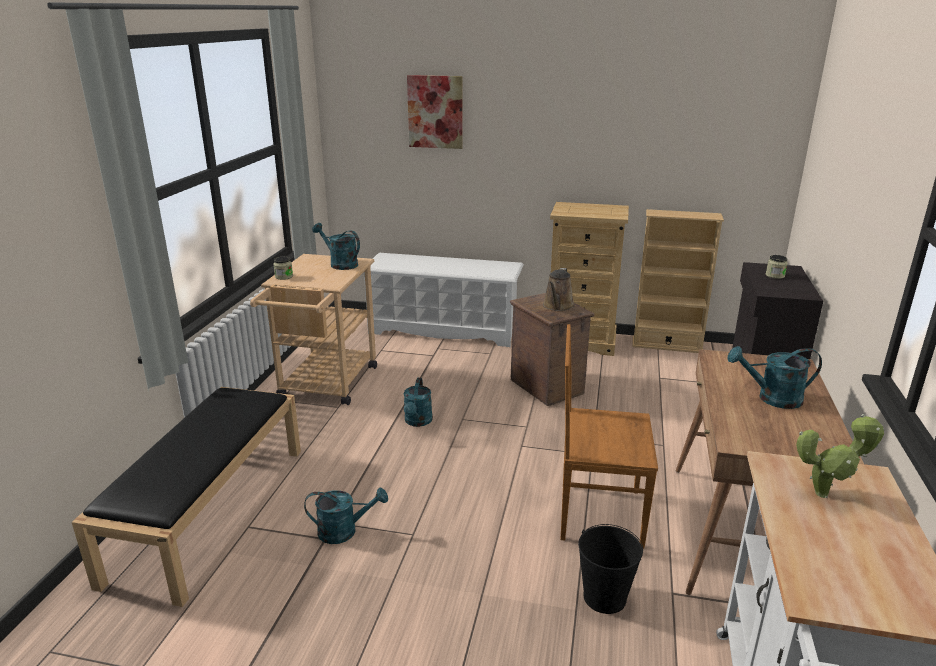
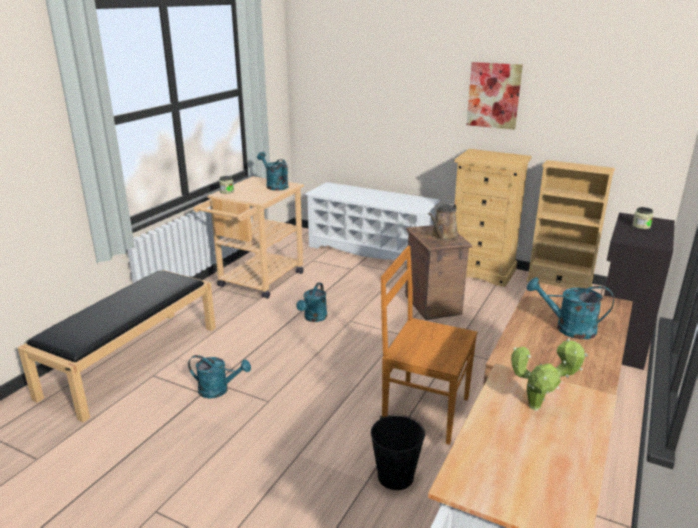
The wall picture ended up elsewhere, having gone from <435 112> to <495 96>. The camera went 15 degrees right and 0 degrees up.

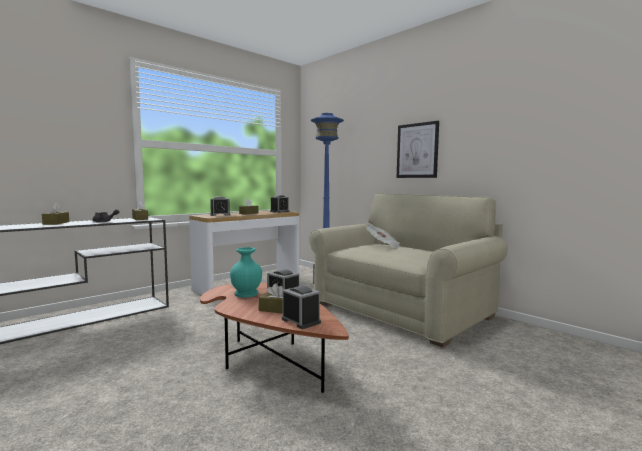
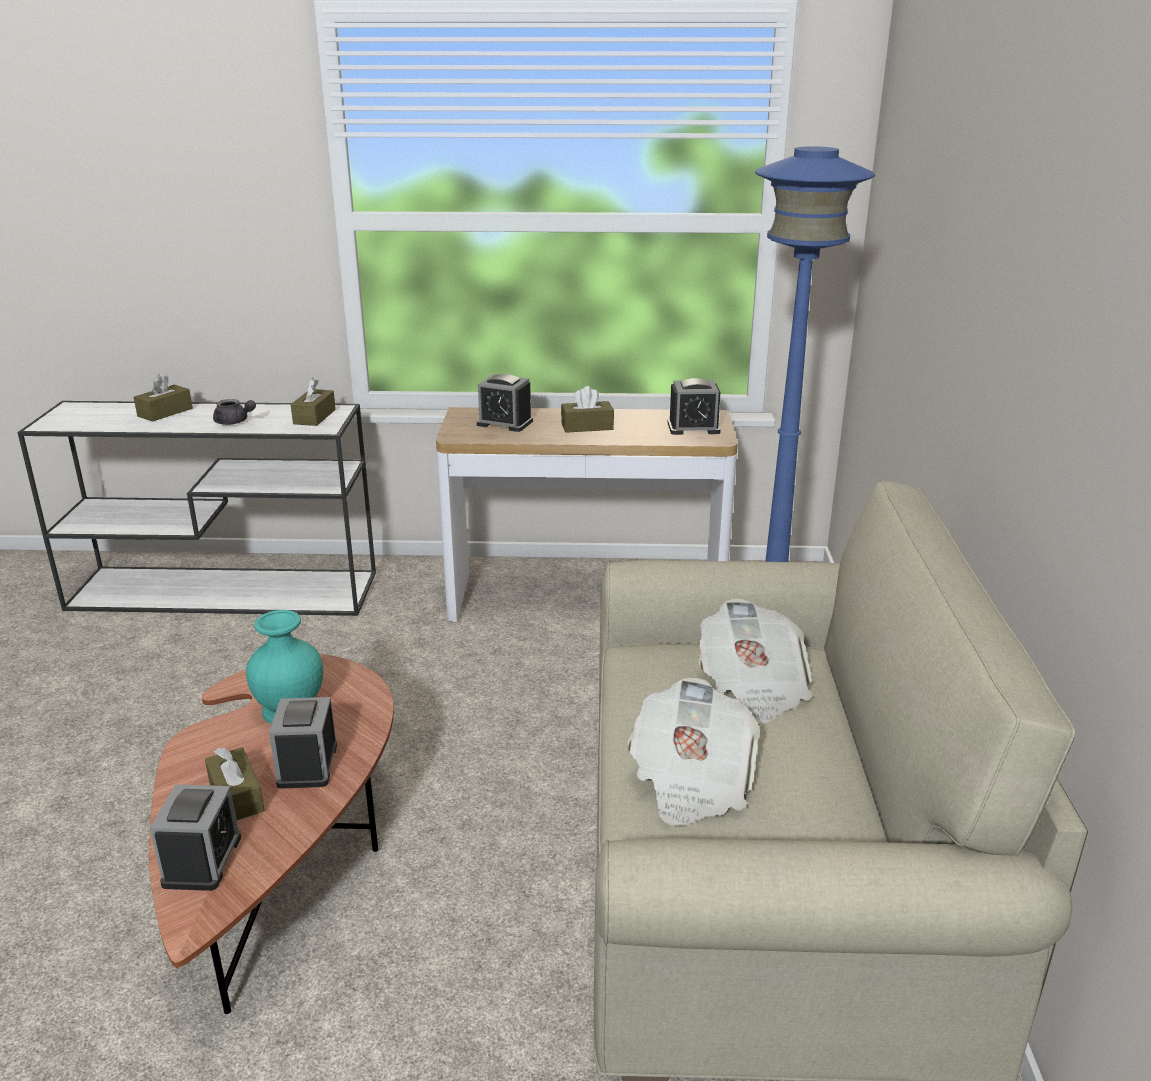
The second view lost the wall picture at <418 149>. The second view gained the printed paper at <694 752>. The camera went 45 degrees right and 20 degrees up.

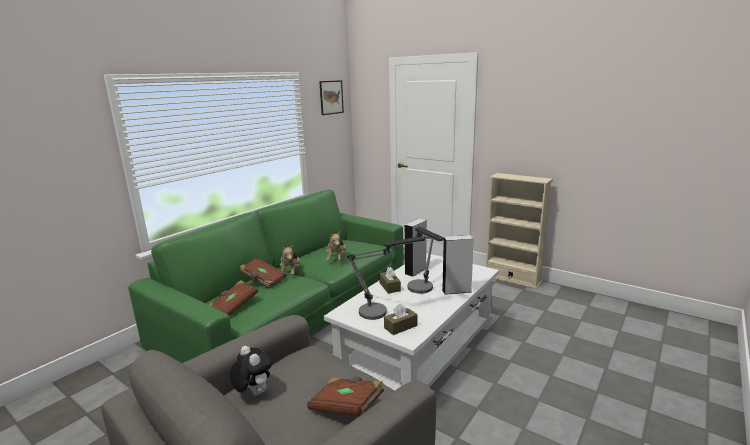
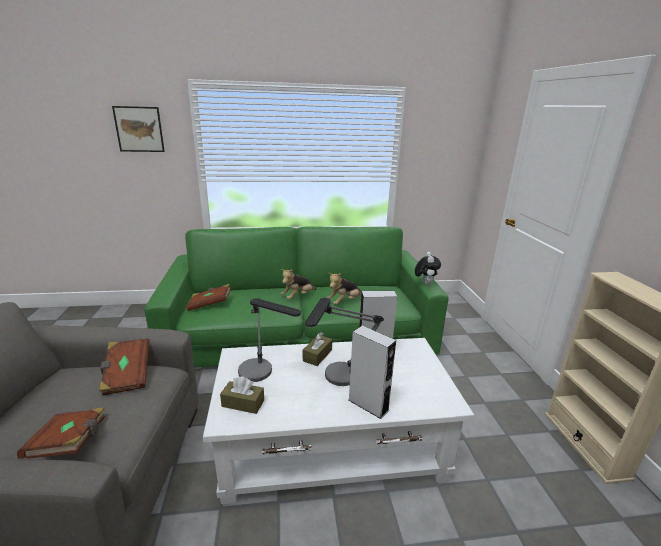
The plush toy ended up elsewhere, having gone from <251 371> to <428 268>. The brown-coloured bound book ended up elsewhere, having gone from <262 273> to <124 366>. The wall picture ended up elsewhere, having gone from <331 97> to <138 129>. The camera went 45 degrees right and 5 degrees up.

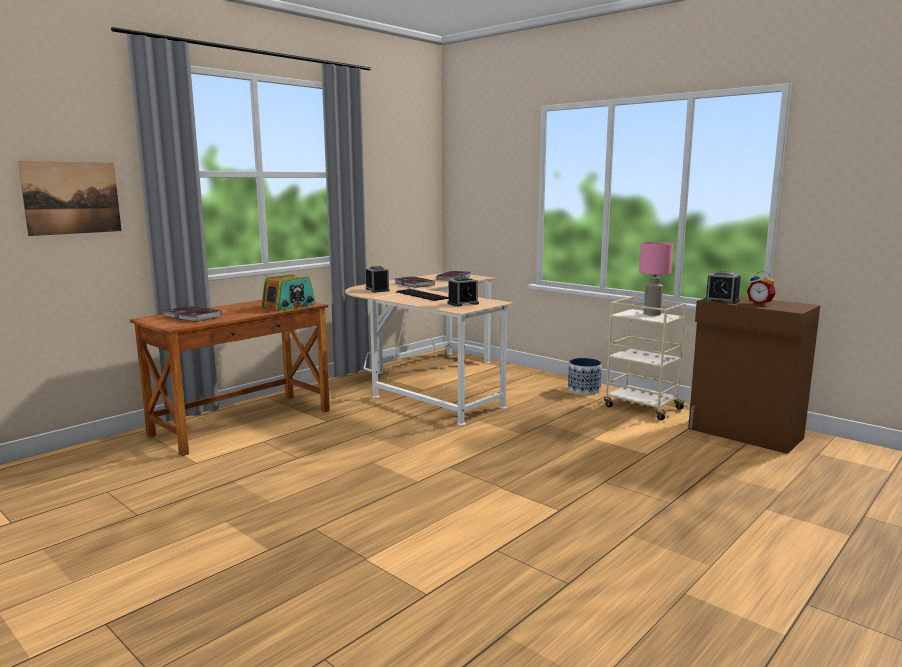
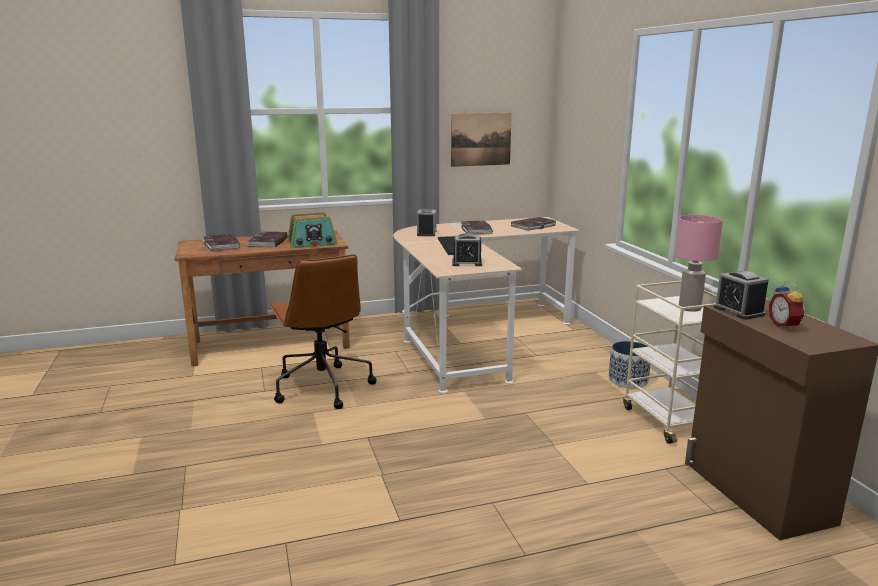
The wall picture ended up elsewhere, having gone from <69 198> to <481 140>. The second view gained the bound book at <268 239>. The second view gained the brown-coloured desk chair at <323 331>. The camera went 30 degrees right and 5 degrees up.

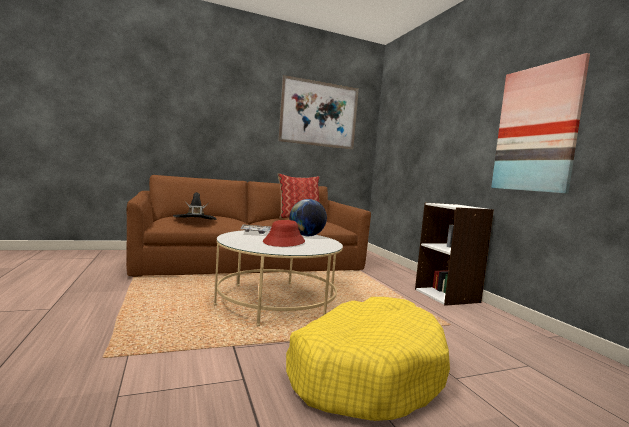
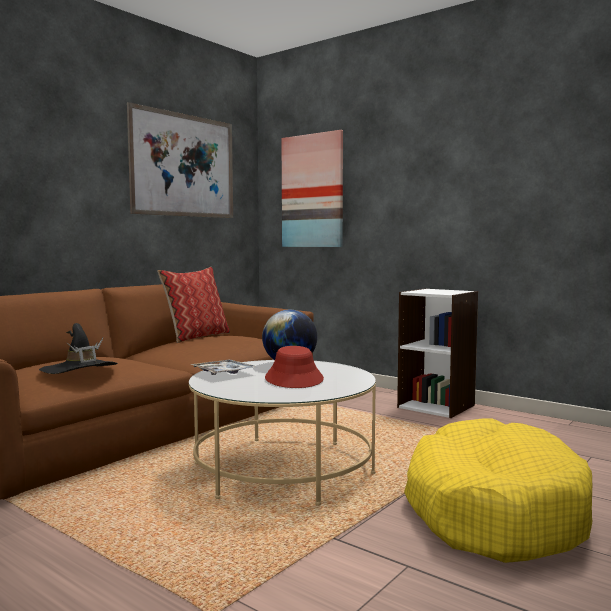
The wall picture ended up elsewhere, having gone from <540 123> to <312 188>. The camera went 30 degrees left and 0 degrees up.

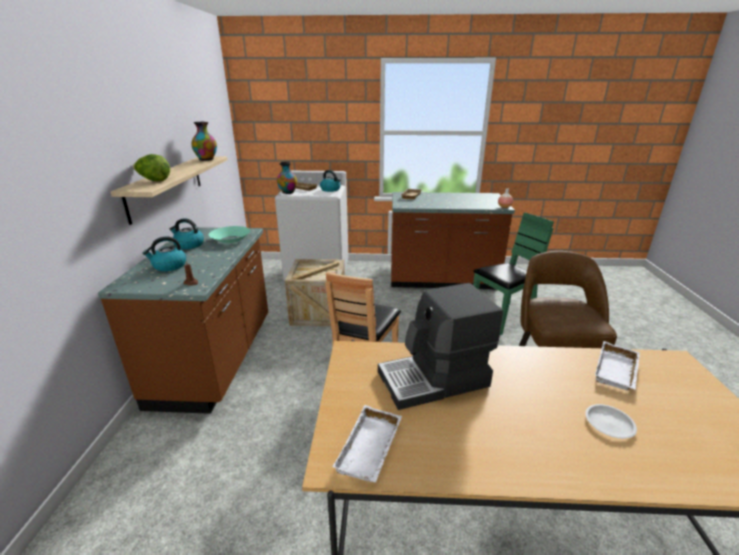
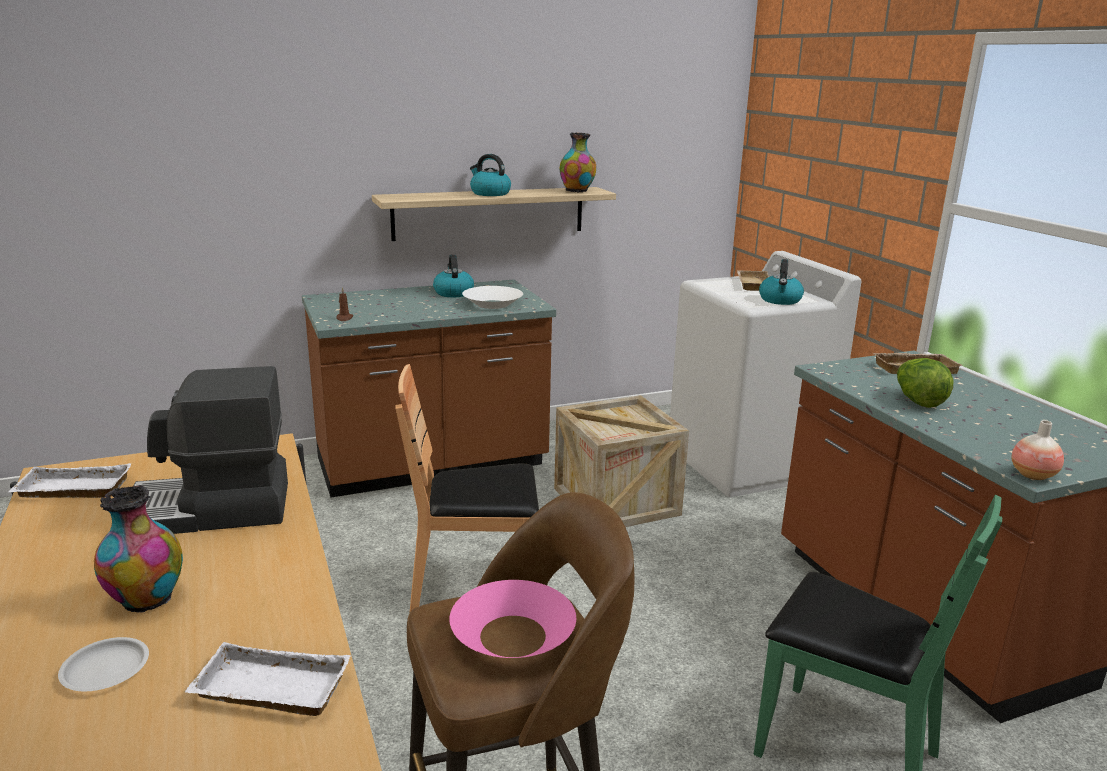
The head of lettuce ended up elsewhere, having gone from <151 167> to <925 383>. The water kettle ended up elsewhere, having gone from <164 253> to <490 175>. What was the blue-green serving bowl at <229 234> turned into the white serving bowl at <492 297>. The decorative vase ended up elsewhere, having gone from <287 177> to <138 549>. The coffee brewer at <440 346> ended up facing another way, 60 degrees counterclockwise from before. The second view gained the pink serving bowl at <512 619>. The camera went 65 degrees right and 5 degrees down.

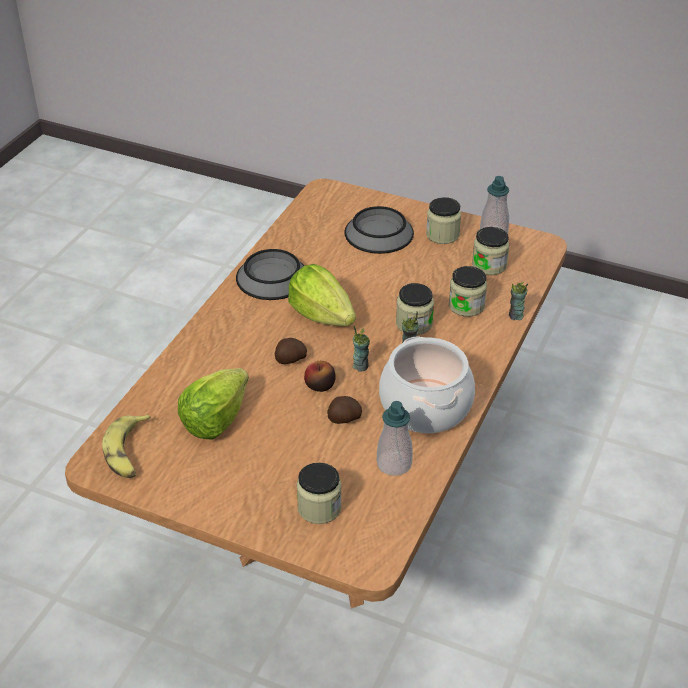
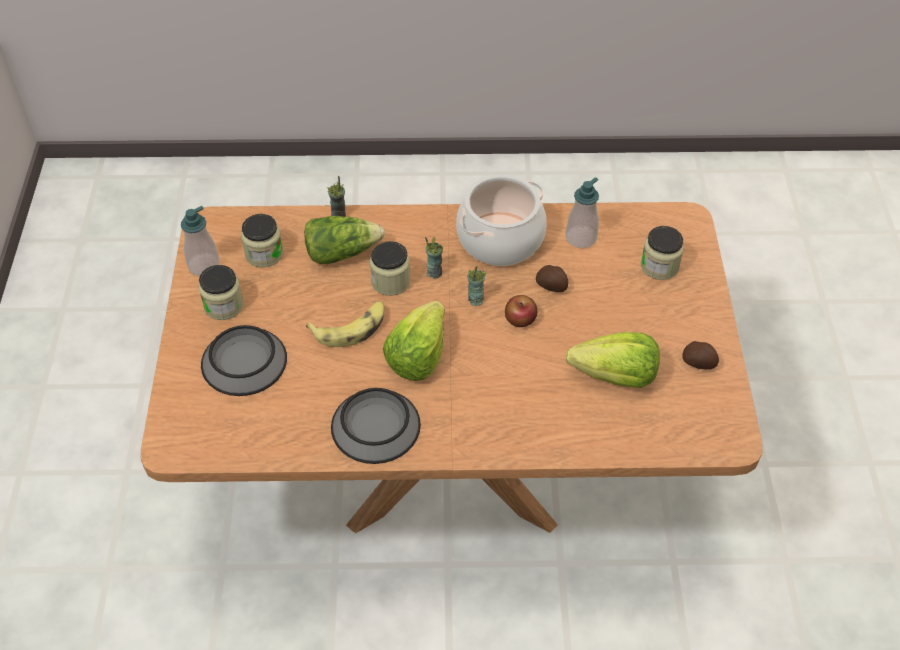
The banana fruit ended up elsewhere, having gone from <126 446> to <345 324>. The spud ended up elsewhere, having gone from <291 351> to <700 355>. Where the preserve jar stood at <468 291>, the head of lettuce came to stand at <344 240>. The camera went 115 degrees left and 10 degrees up.

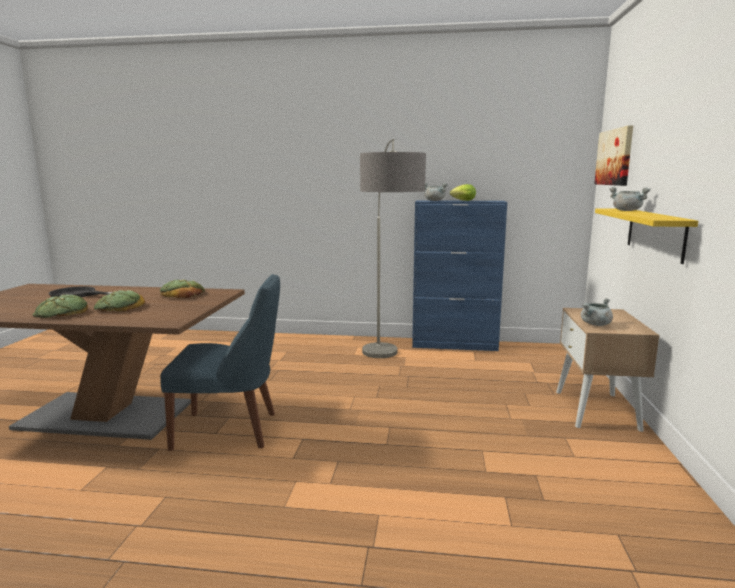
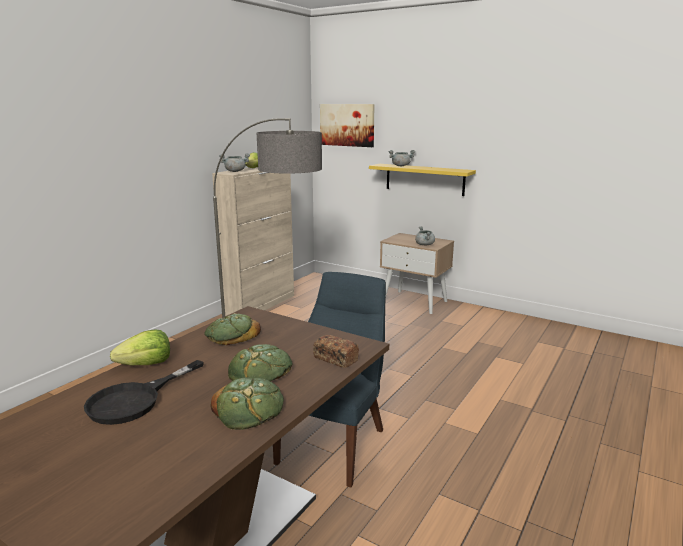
What was the bluish cabinet at <459 275> turned into the sand-coloured cabinet at <253 241>. The second view gained the head of lettuce at <140 347>. The second view gained the bakery bread at <336 351>. The camera went 65 degrees left and 5 degrees up.

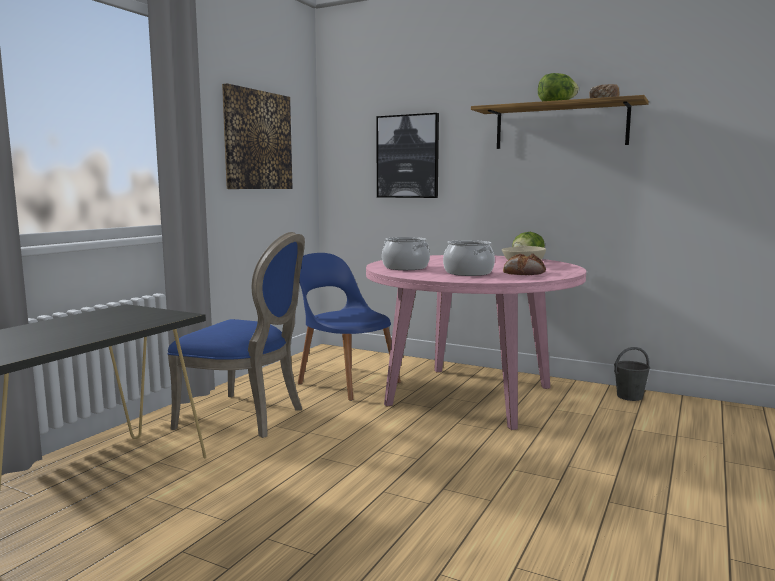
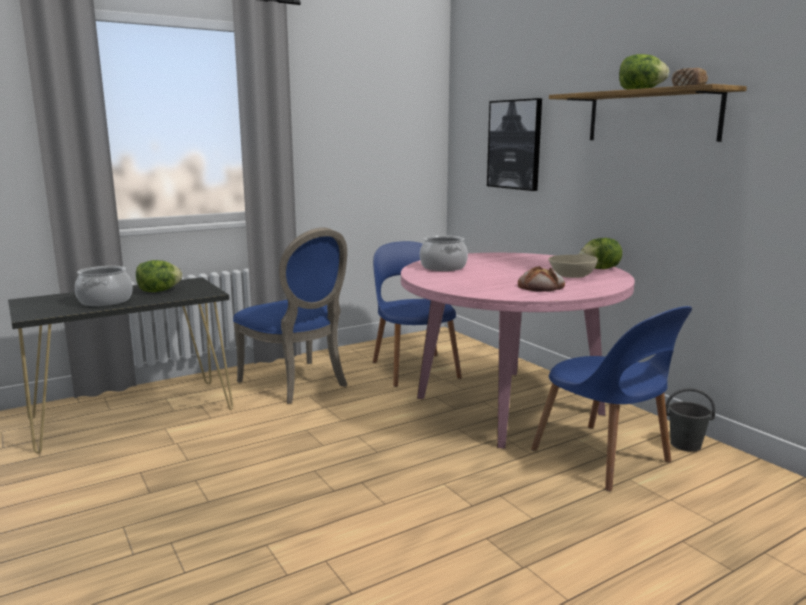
The second view lost the wall picture at <257 136>. The saucepot ended up elsewhere, having gone from <469 258> to <104 286>. The second view gained the head of lettuce at <159 276>. The second view gained the bluish plain chair at <611 398>. The camera went 30 degrees right and 5 degrees up.

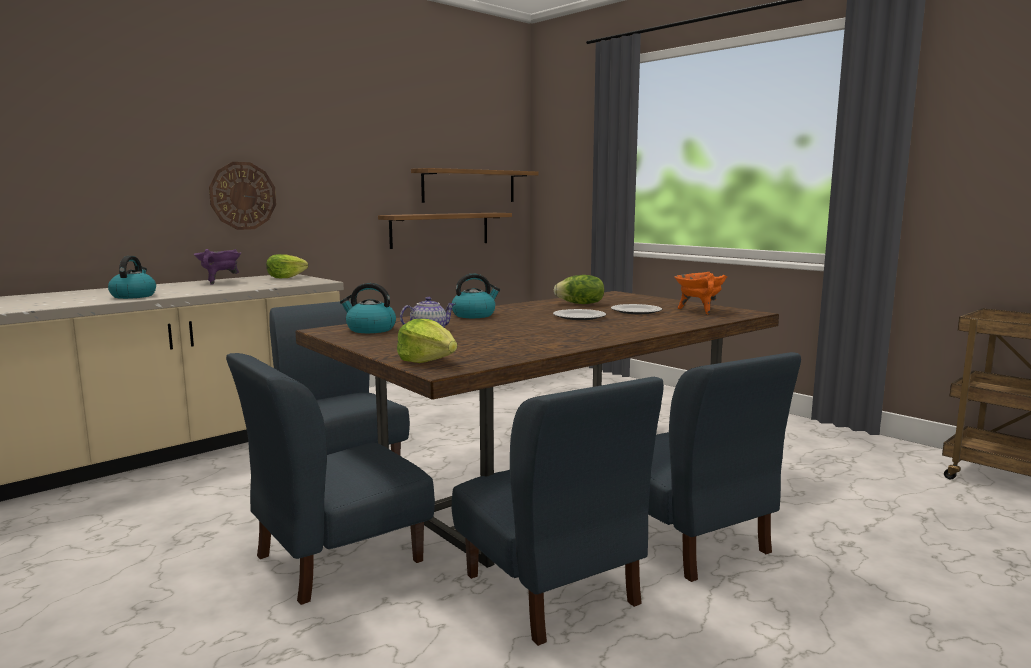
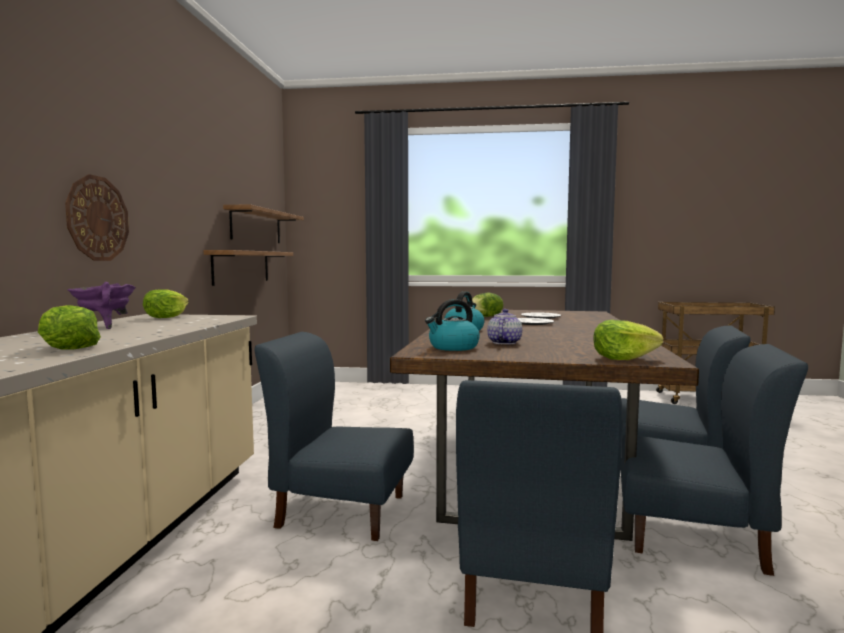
Where the water kettle stood at <132 277>, the head of lettuce came to stand at <69 327>. The second view lost the orange-coloured saucepot at <701 293>. The camera went 40 degrees left and 5 degrees down.

